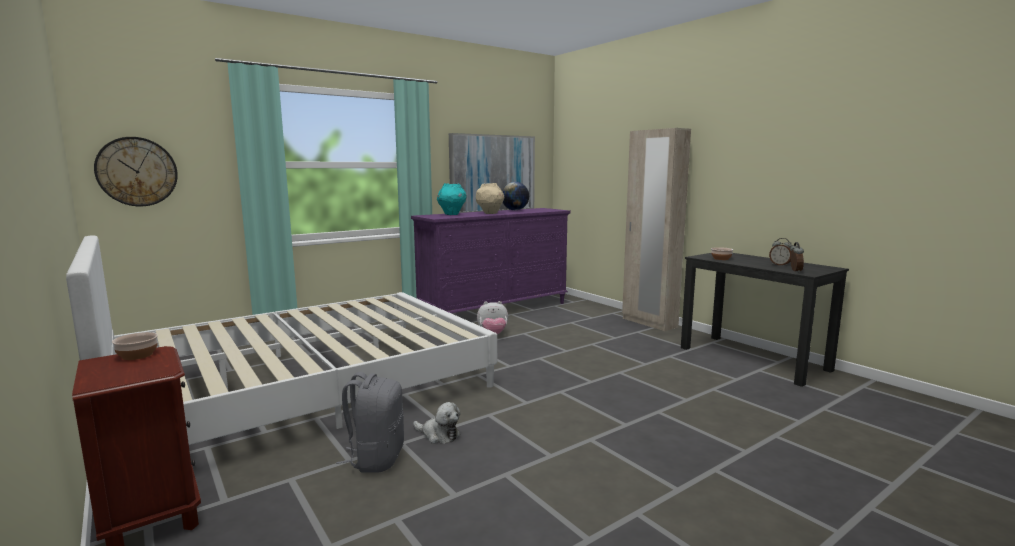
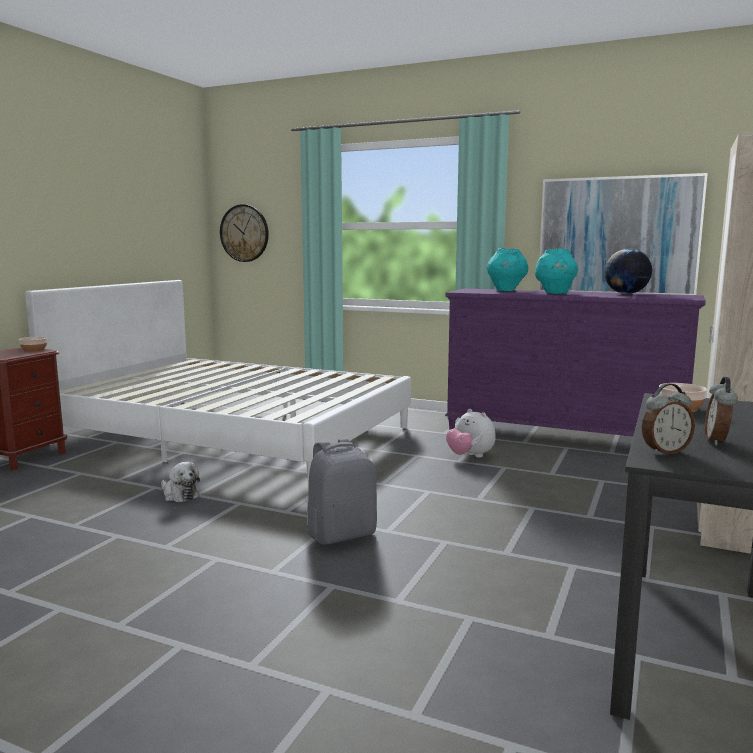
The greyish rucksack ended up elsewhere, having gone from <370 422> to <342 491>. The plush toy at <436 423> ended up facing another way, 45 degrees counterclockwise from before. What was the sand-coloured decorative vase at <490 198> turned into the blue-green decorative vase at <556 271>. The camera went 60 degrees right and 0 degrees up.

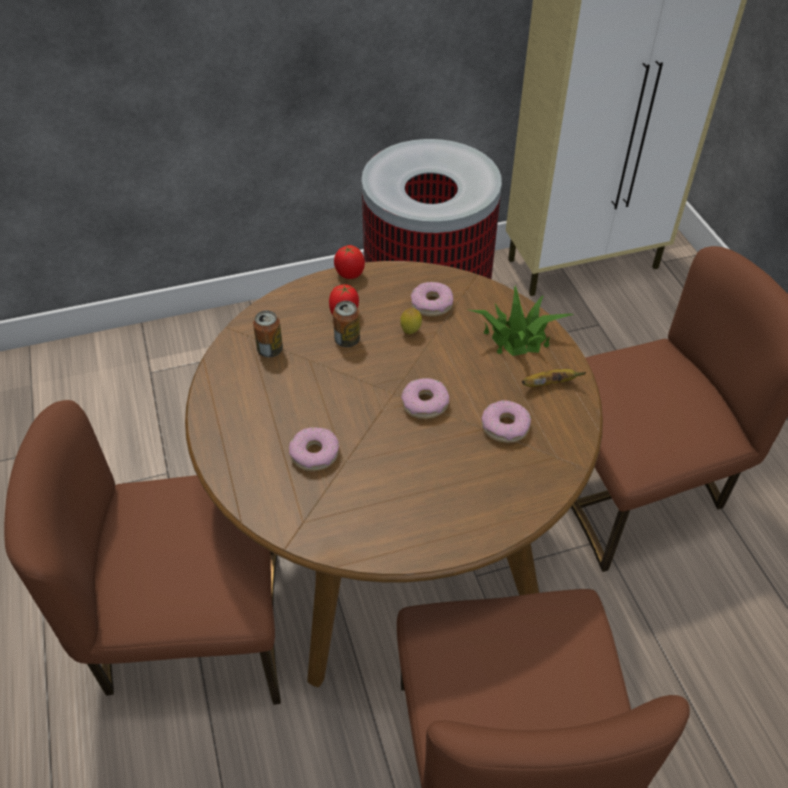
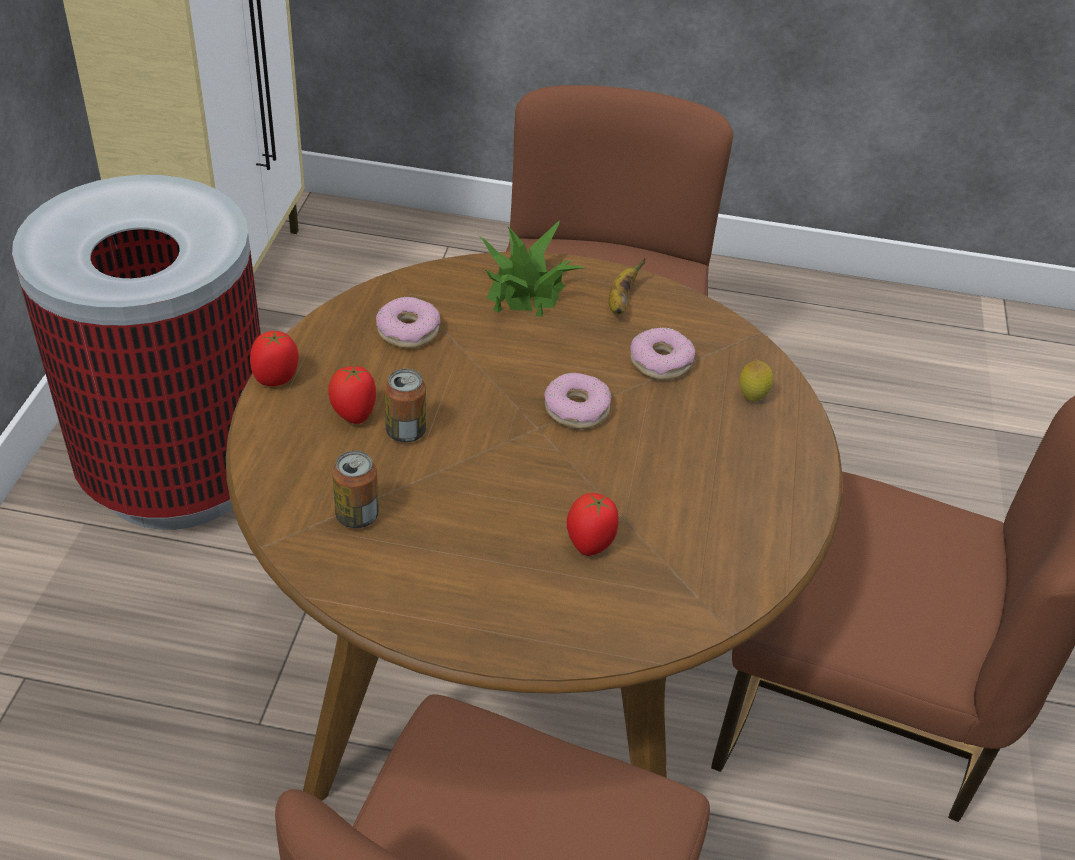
Where the doughnut stood at <314 449>, the tomato came to stand at <593 524>. The citrus fruit ended up elsewhere, having gone from <411 321> to <756 381>. The camera went 65 degrees left and 5 degrees down.

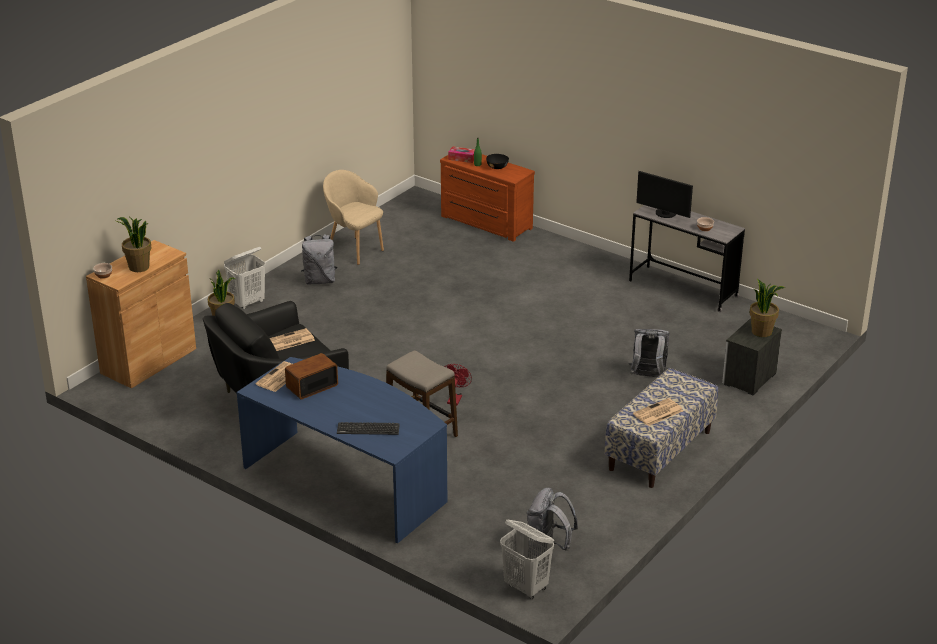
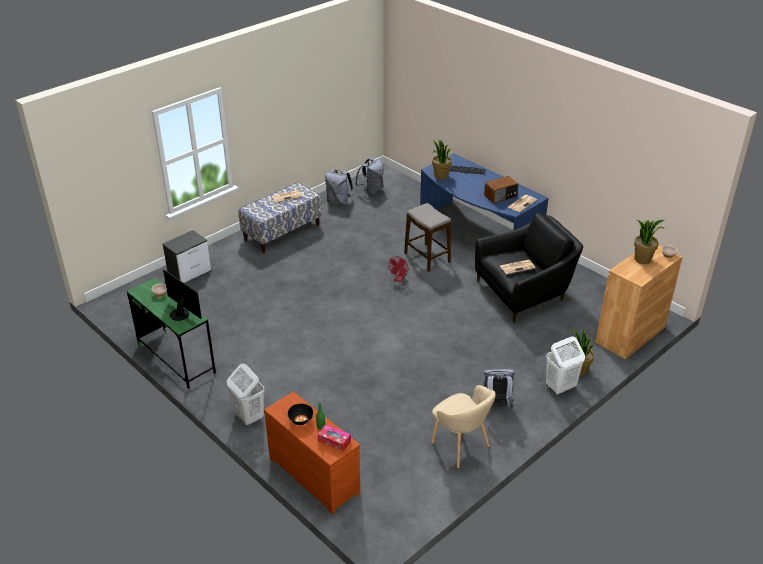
The white washing basket ended up elsewhere, having gone from <527 559> to <246 394>. What was the greyish desk at <687 258> turned into the green-coloured desk at <171 333>. The greyish rucksack ended up elsewhere, having gone from <649 353> to <339 187>. The houseplant ended up elsewhere, having gone from <767 308> to <442 159>. The camera went 170 degrees left and 5 degrees up.

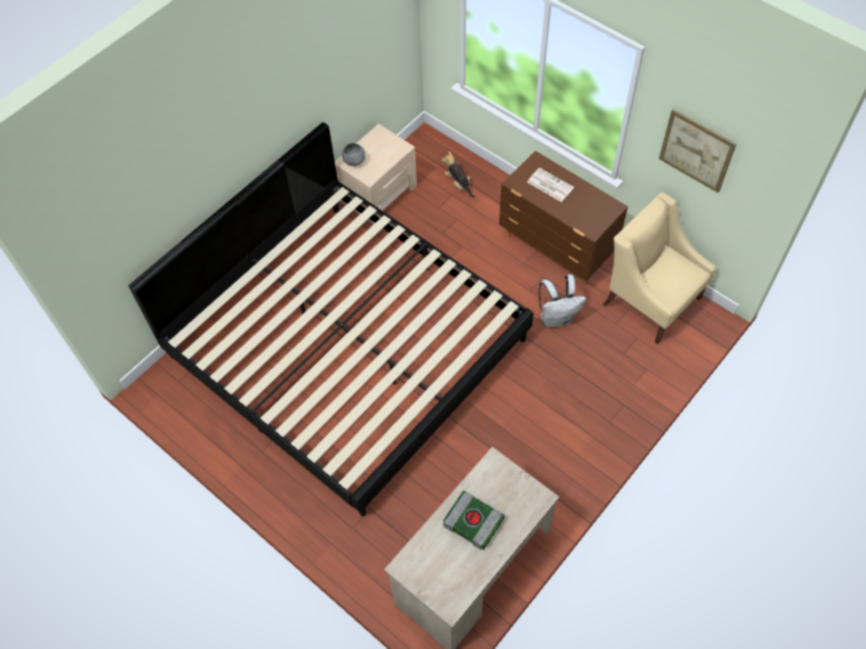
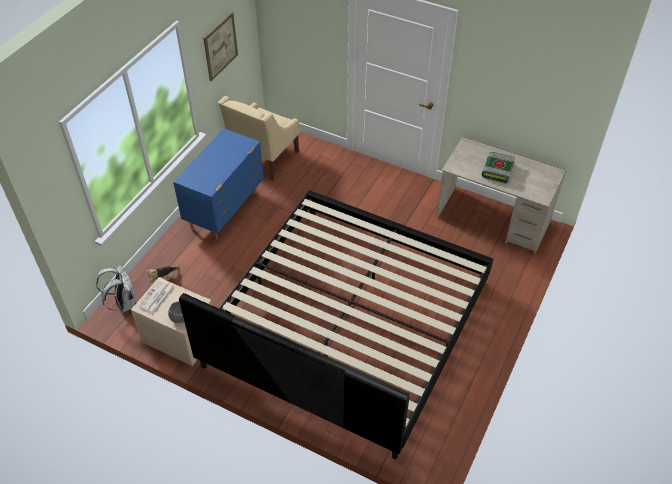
What was the brown-coloured dresser at <563 217> turned into the bluish dresser at <218 184>. The printed paper ended up elsewhere, having gone from <550 185> to <156 296>. The white rucksack ended up elsewhere, having gone from <562 300> to <115 288>. The camera went 105 degrees left and 10 degrees down.

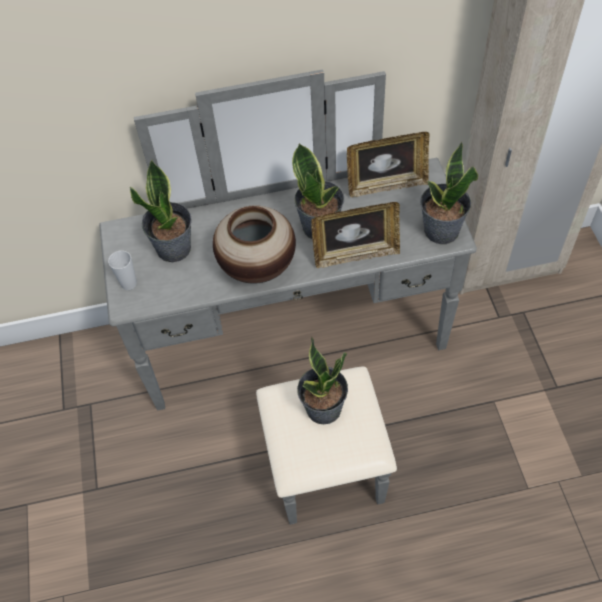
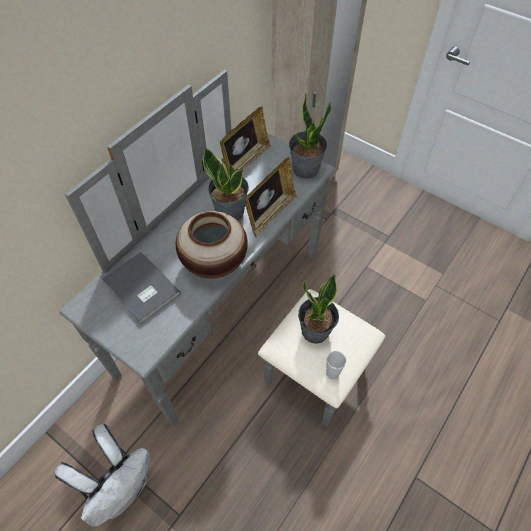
The cup ended up elsewhere, having gone from <122 270> to <336 365>. Where the houseplant stood at <161 210>, the greyish bound book came to stand at <141 288>. The second view gained the white rucksack at <102 475>. The camera went 45 degrees left and 0 degrees up.

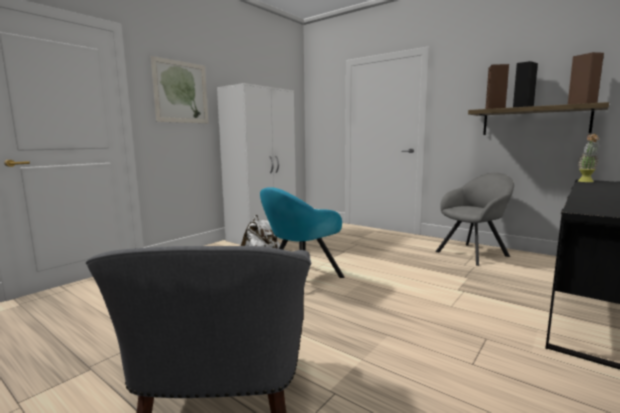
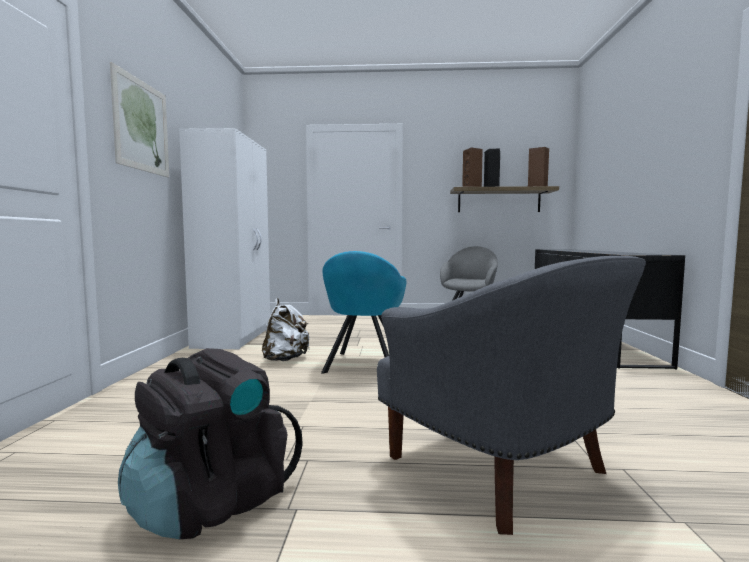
The second view lost the houseplant at <589 157>. The second view gained the black rucksack at <210 443>. The camera went 35 degrees left and 5 degrees down.

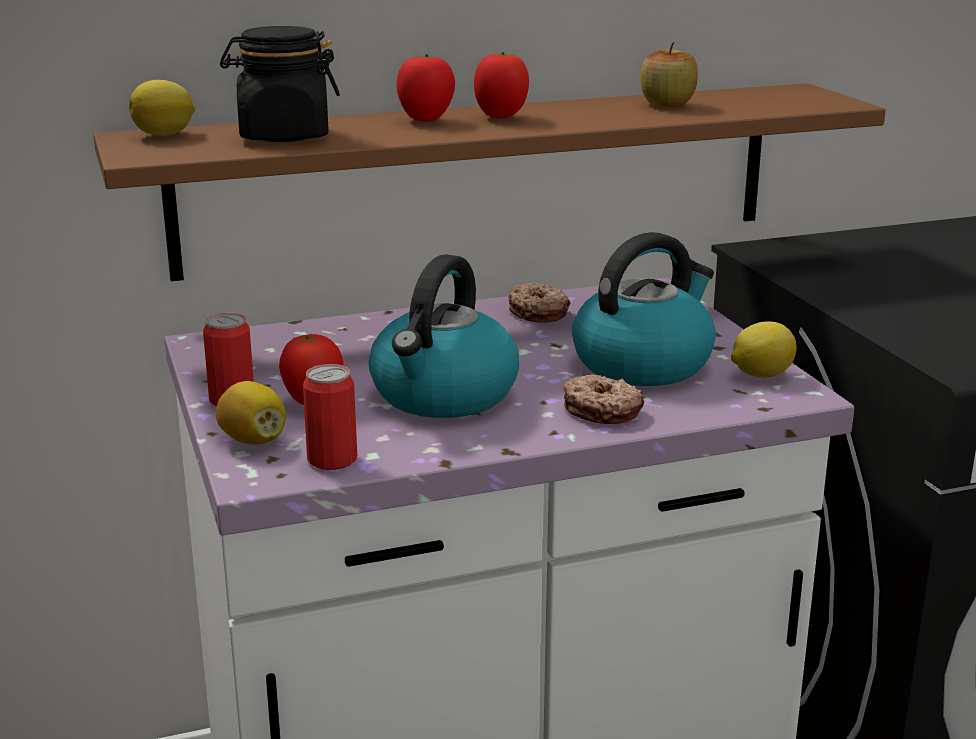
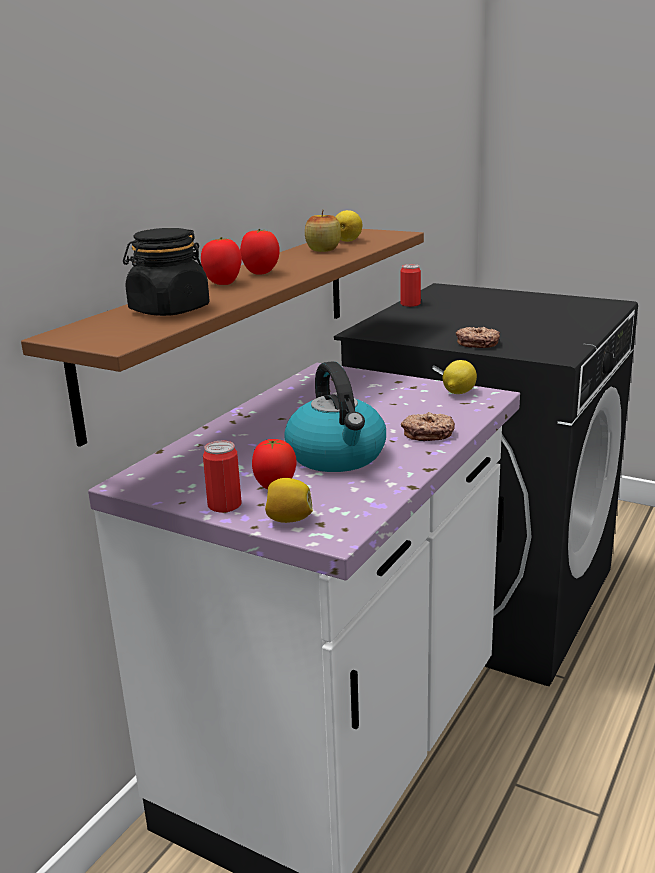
The citrus fruit ended up elsewhere, having gone from <162 108> to <348 226>. The can ended up elsewhere, having gone from <330 417> to <410 285>. The doughnut ended up elsewhere, having gone from <539 303> to <478 337>. The second view lost the water kettle at <644 309>. The camera went 40 degrees left and 0 degrees up.

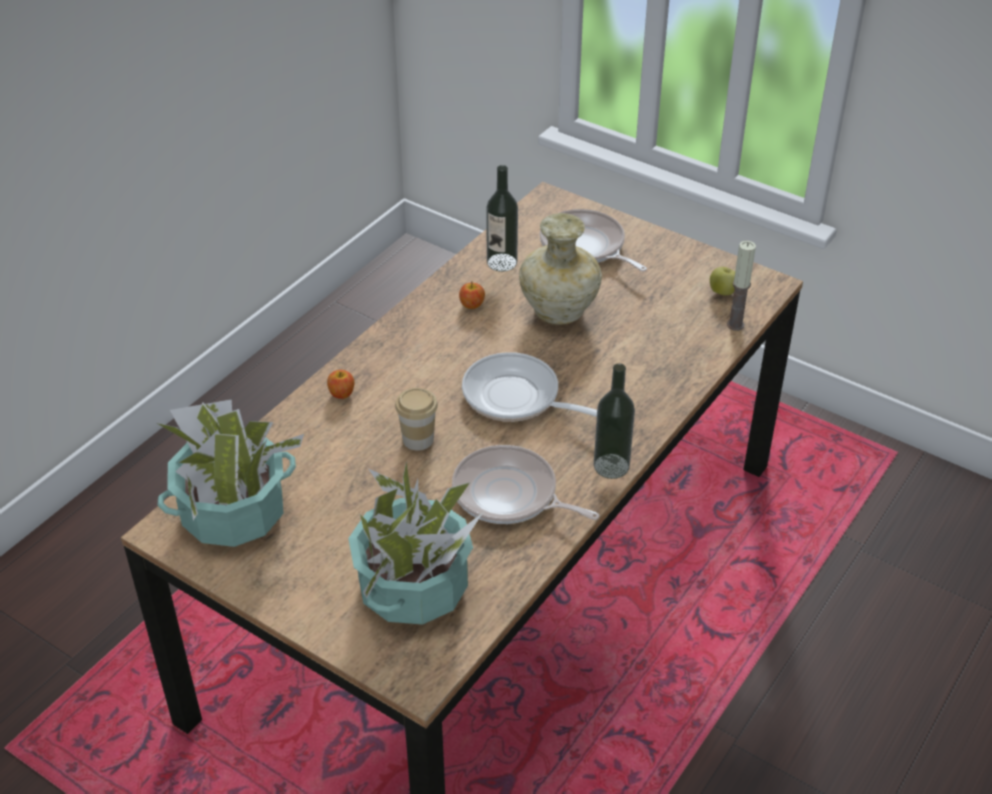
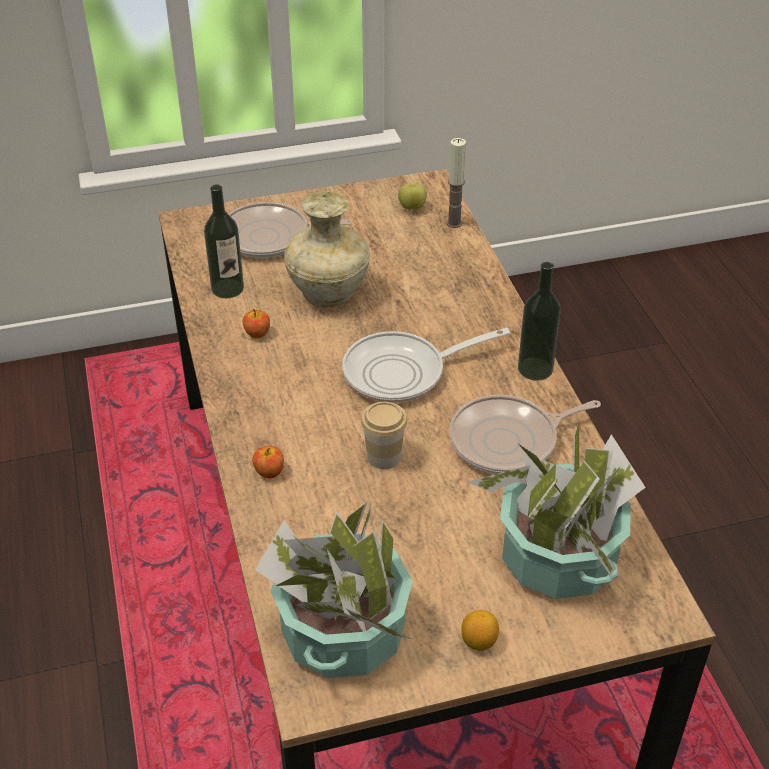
The second view gained the citrus fruit at <480 630>. The camera went 50 degrees left and 0 degrees up.

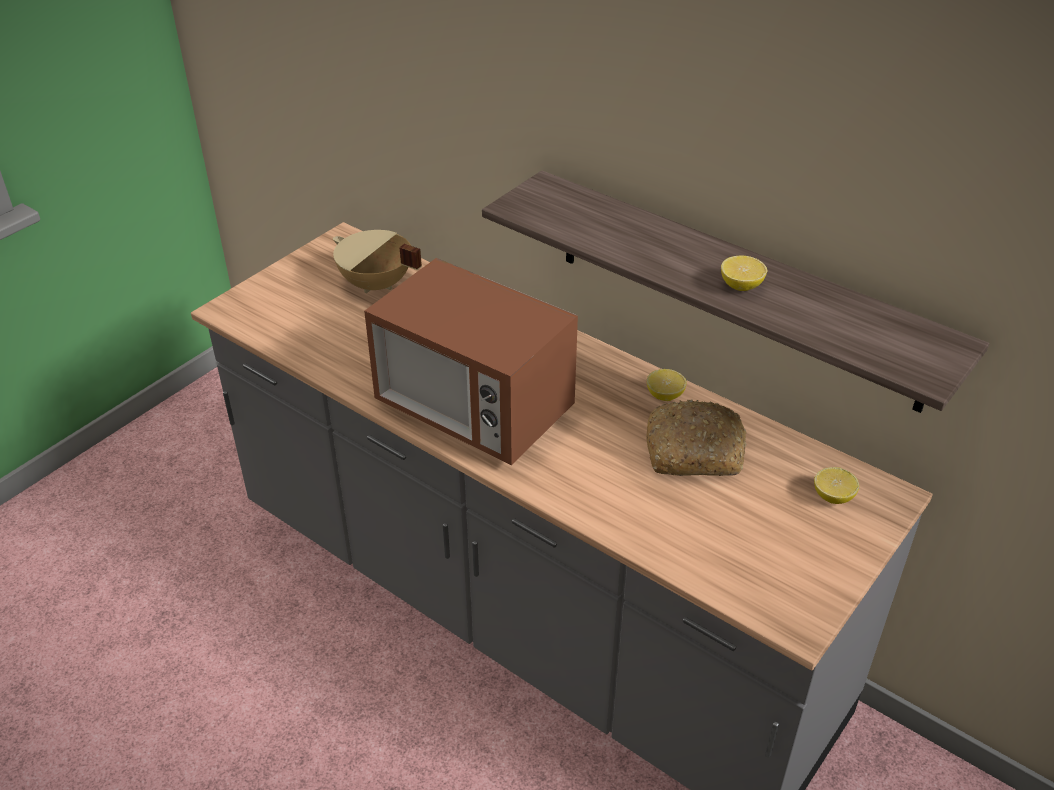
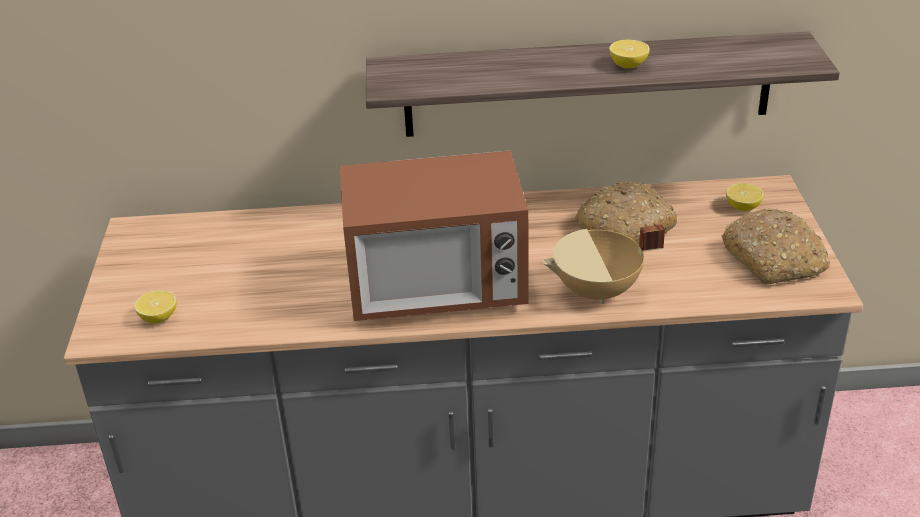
The sand-coloured saucepot ended up elsewhere, having gone from <377 261> to <603 264>. The citrus fruit ended up elsewhere, having gone from <667 385> to <155 306>. The second view gained the bakery bread at <776 246>. The camera went 40 degrees left and 5 degrees down.

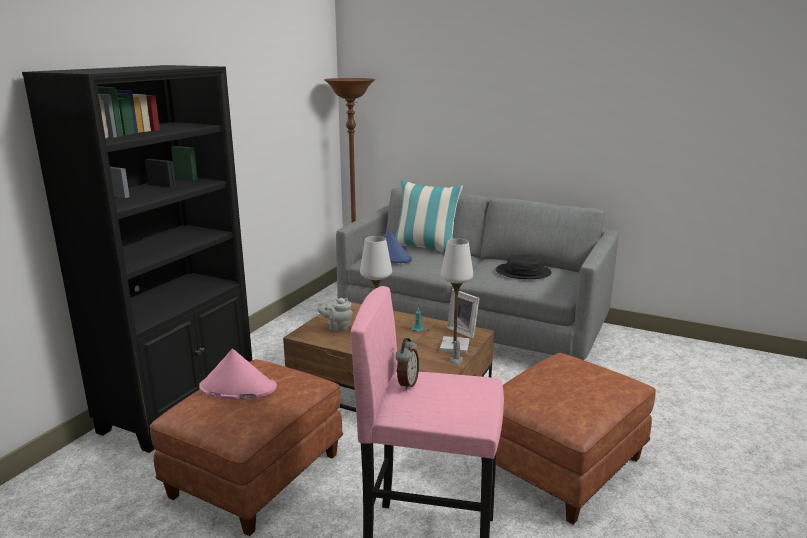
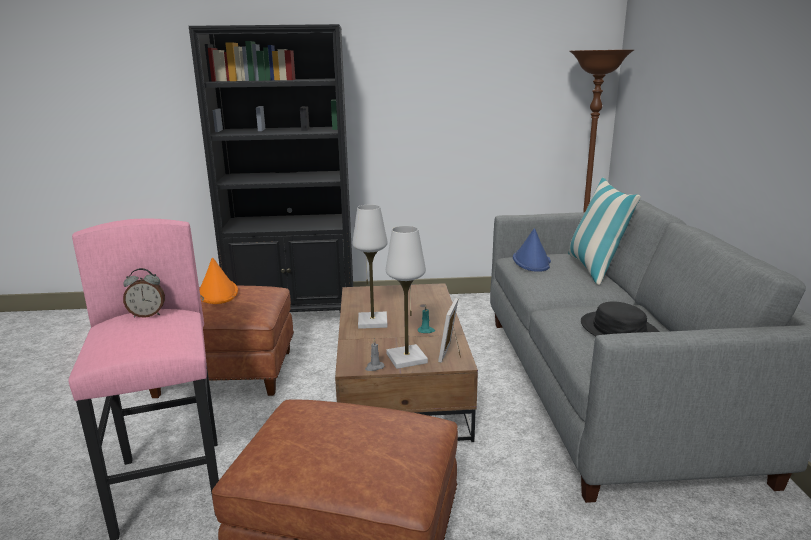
What was the pink hat at <238 374> turned into the orange-coloured hat at <219 280>. The second view lost the greyish pot for tea at <335 314>. The camera went 60 degrees right and 0 degrees up.

